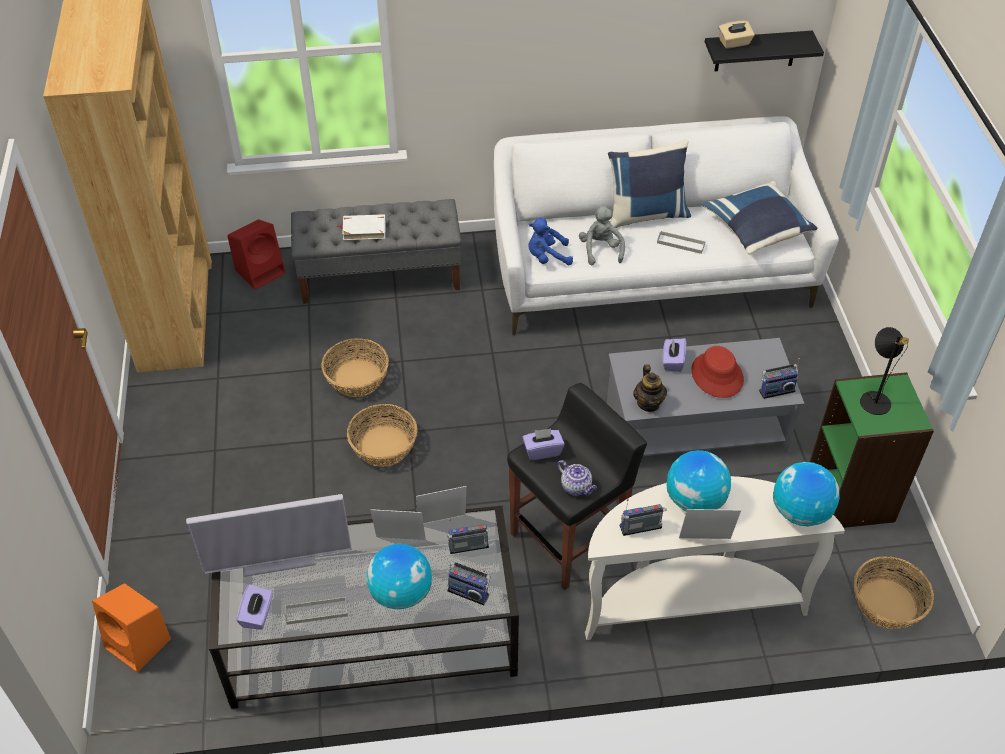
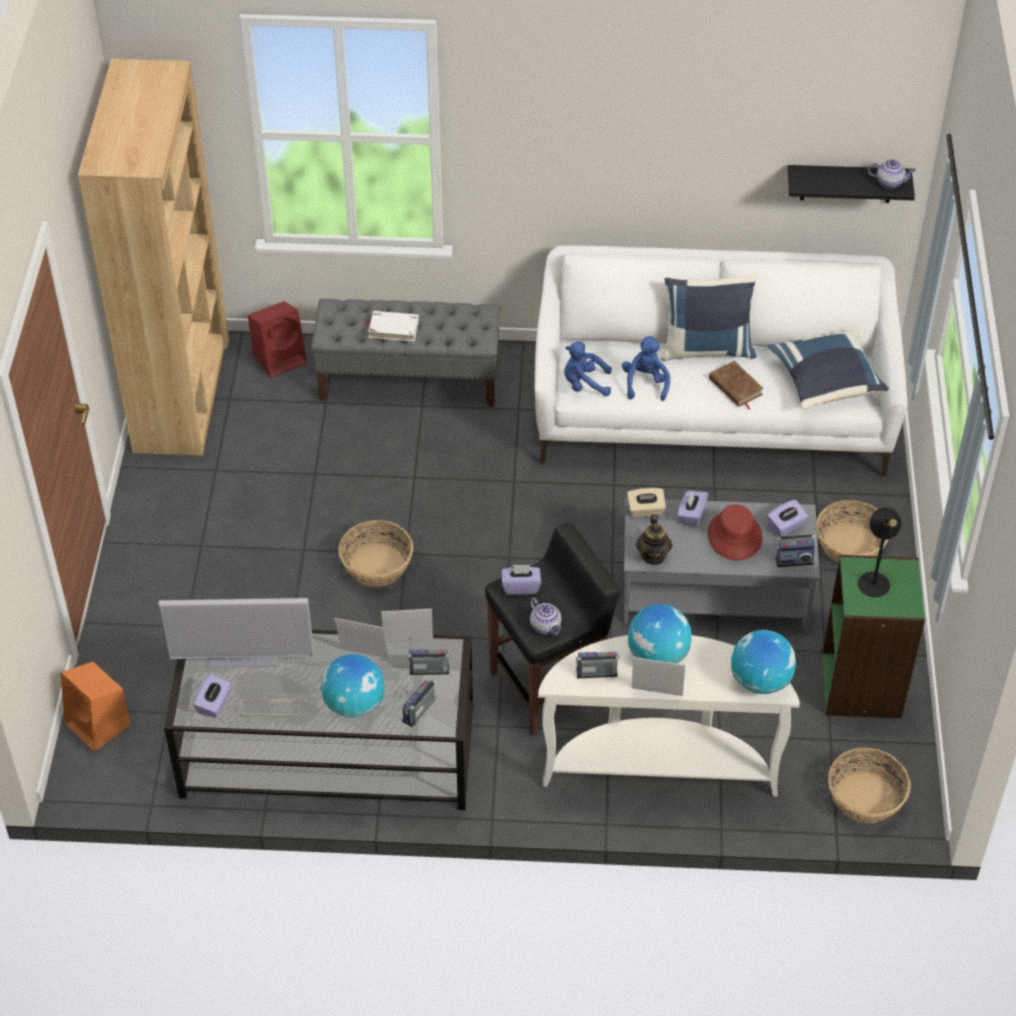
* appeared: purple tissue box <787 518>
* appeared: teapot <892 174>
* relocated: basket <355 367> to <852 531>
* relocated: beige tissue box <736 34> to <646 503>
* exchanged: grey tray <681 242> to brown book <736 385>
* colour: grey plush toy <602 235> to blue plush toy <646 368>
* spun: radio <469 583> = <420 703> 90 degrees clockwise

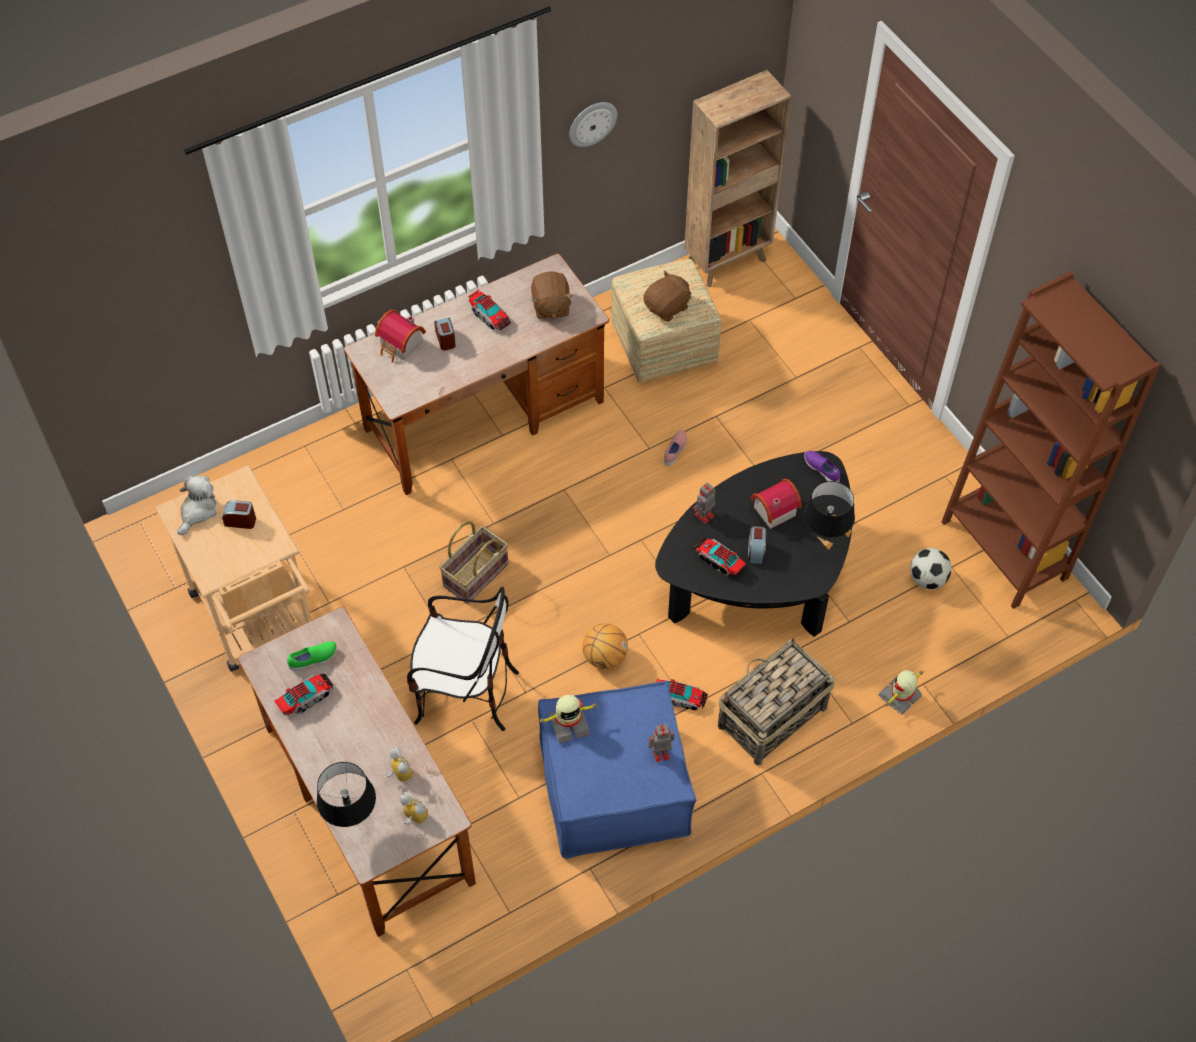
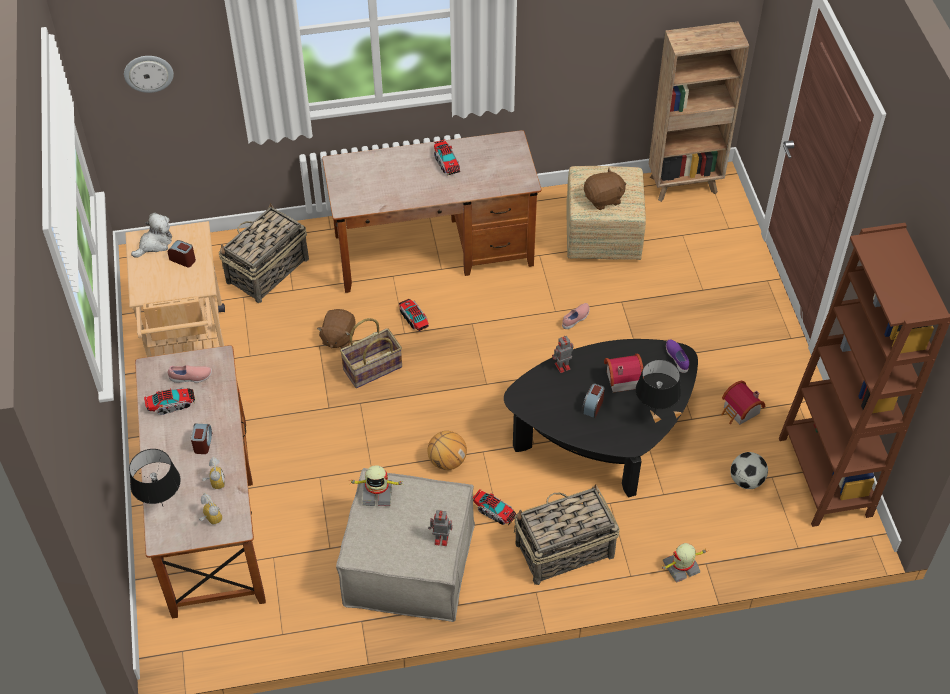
* missing: chair <463 659>
* appeared: basket <264 253>
* relocated: toy house <400 336> to <743 403>
* relocated: alarm clock <445 334> to <201 439>
* relocated: brown plush toy <552 295> to <336 328>
* relocated: wall clock <593 124> to <149 74>
* relocated: toy truck <720 557> to <414 315>
* colour: green shoe <312 656> to pink shoe <190 374>
* colour: blue ottoman <617 770> to beige ottoman <405 545>

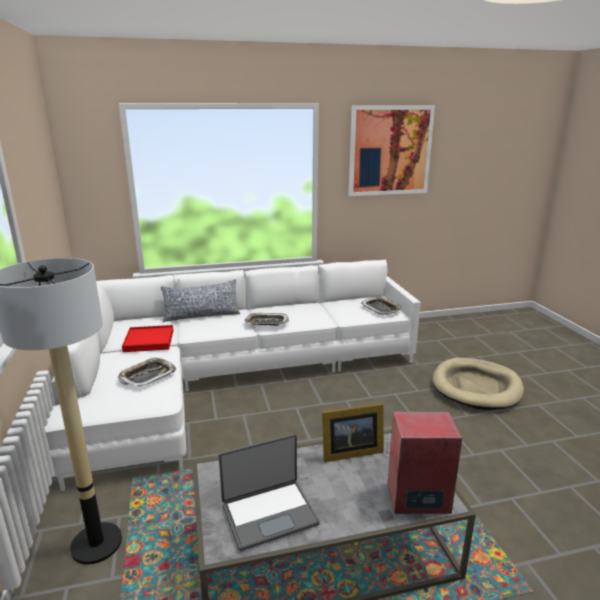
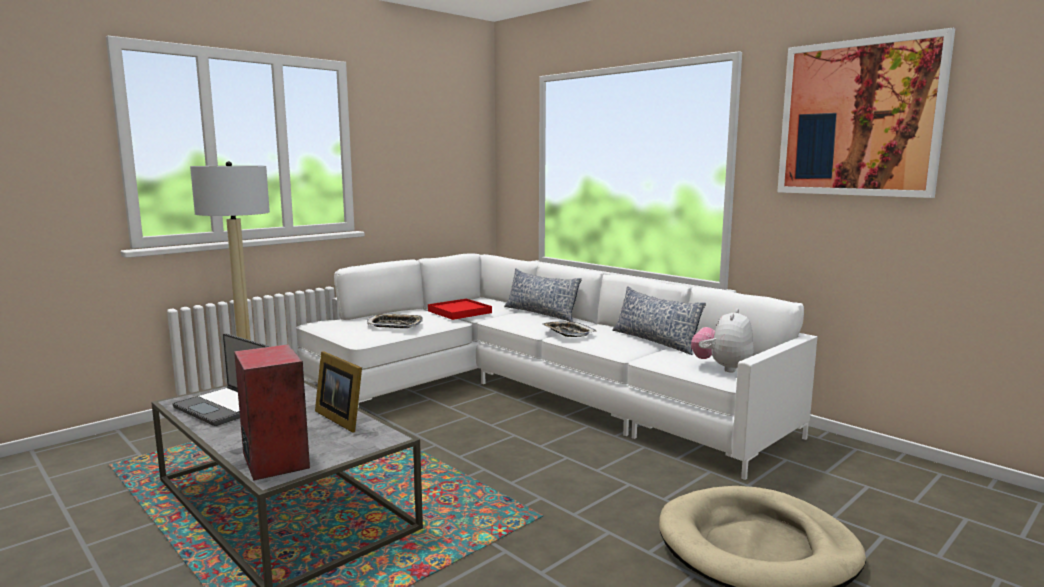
* appeared: pillow <659 320>
* exchanged: tray <381 306> to plush toy <722 340>

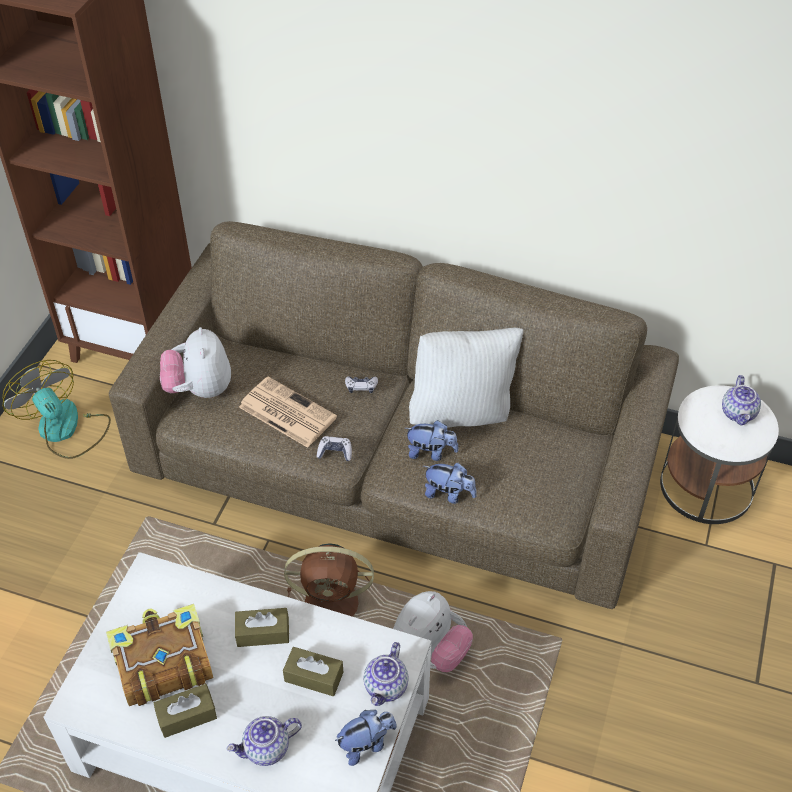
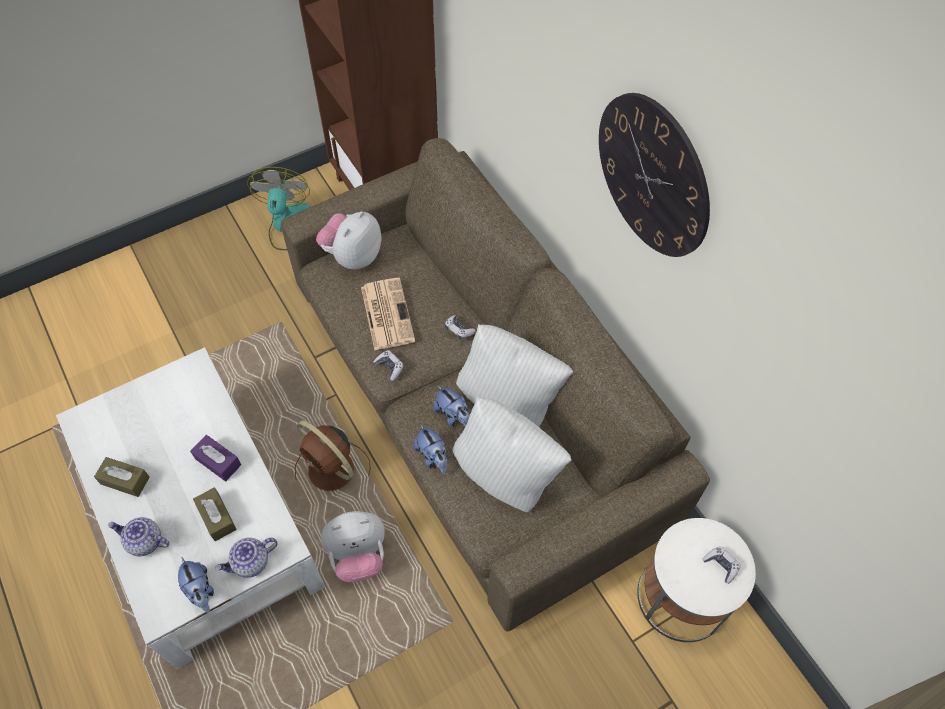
* missing: book <159 655>
* appeared: white pillow <512 454>
* appeared: wall clock <654 175>
* exchanged: teapot <741 400> to game controller <721 565>
* colour: brown tissue box <262 627> to purple tissue box <215 458>
* spun: plush toy <366 738> = <196 585> 45 degrees clockwise

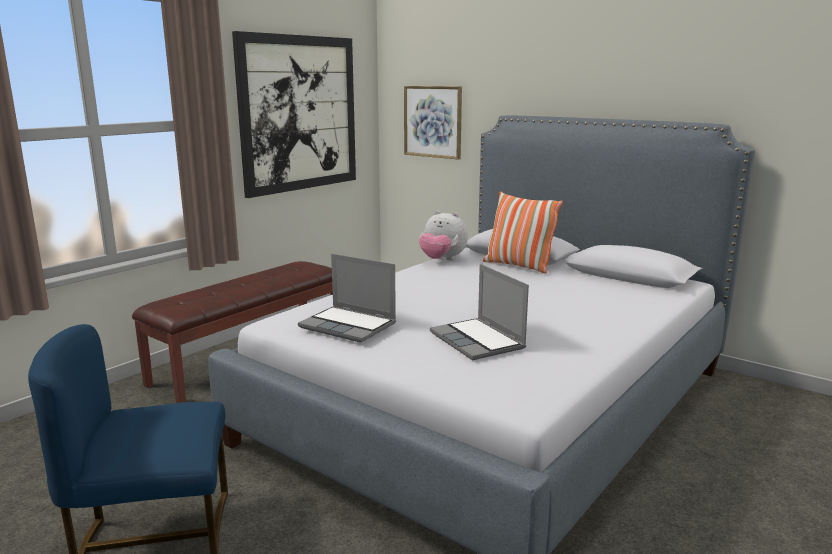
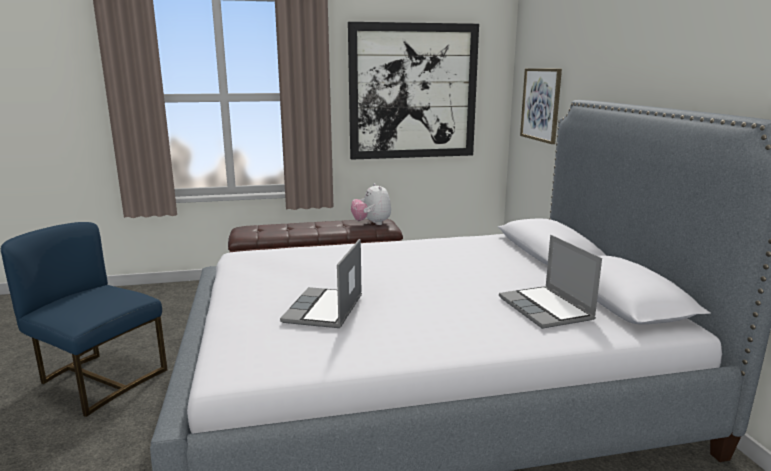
* missing: pillow <523 232>
* relocated: laptop <347 298> to <550 282>
* relocated: plush toy <443 235> to <371 204>

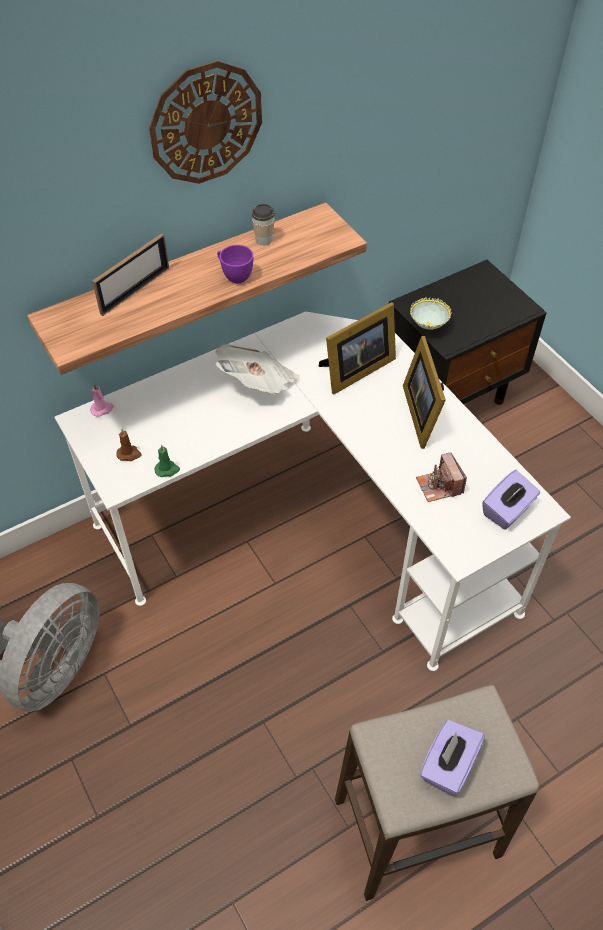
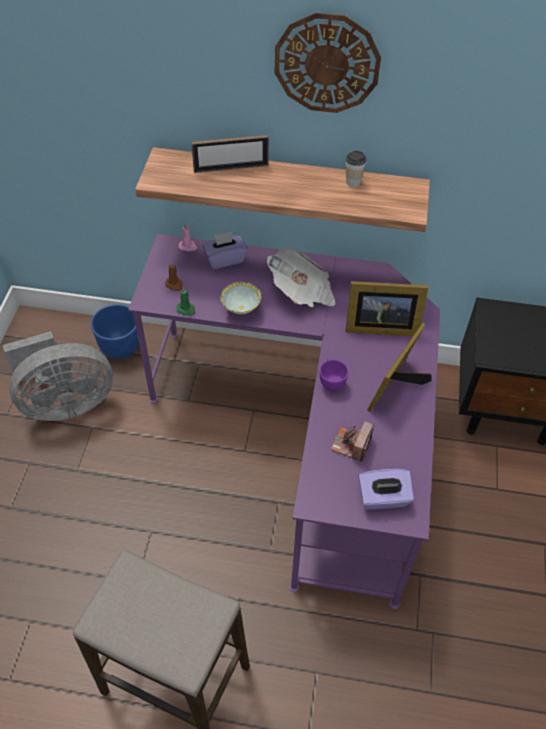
* appeared: blue planter <115 331>
* relocated: purple cup <235 264> to <334 374>
* relocated: bowl <431 314> to <241 298>
* relocated: purple tissue box <452 758> to <225 250>
* colour: white desk <312 491> to purple desk <284 421>

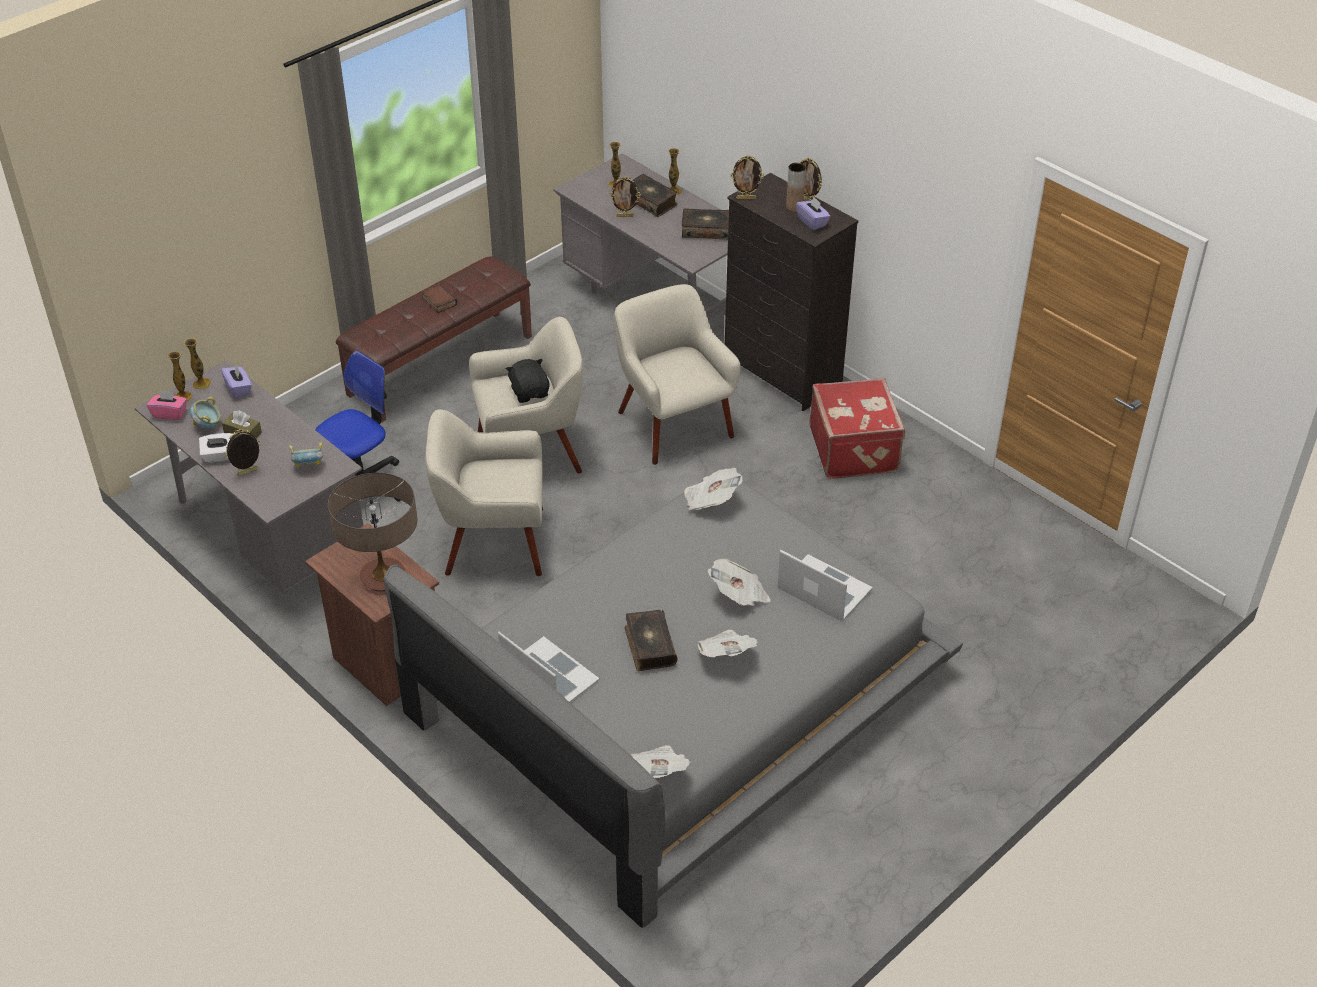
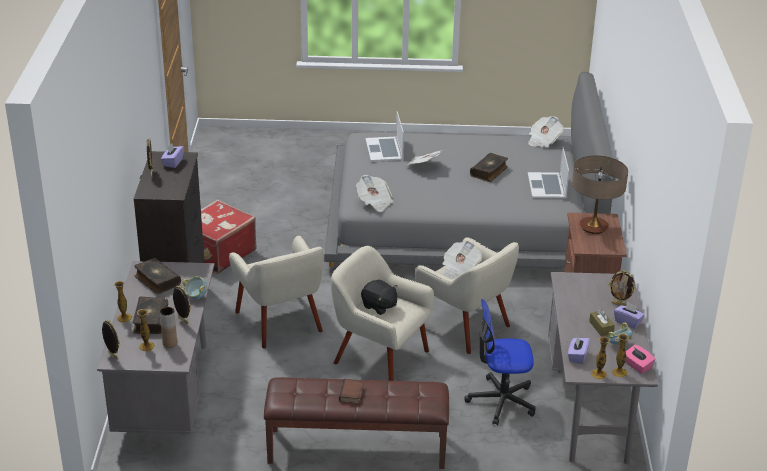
* relocated: bowl <306 454> to <195 288>
* relocated: newspaper <727 643> to <462 260>
* relocated: picture frame <747 177> to <111 340>
* relocated: brown vase <796 187> to <168 327>
* colour: white tissue box <216 448> to purple tissue box <629 315>
* spun: black plush toy <527 381> = <379 297> 75 degrees counterclockwise
* spun: beige armchair <677 374> = <276 292> 45 degrees counterclockwise

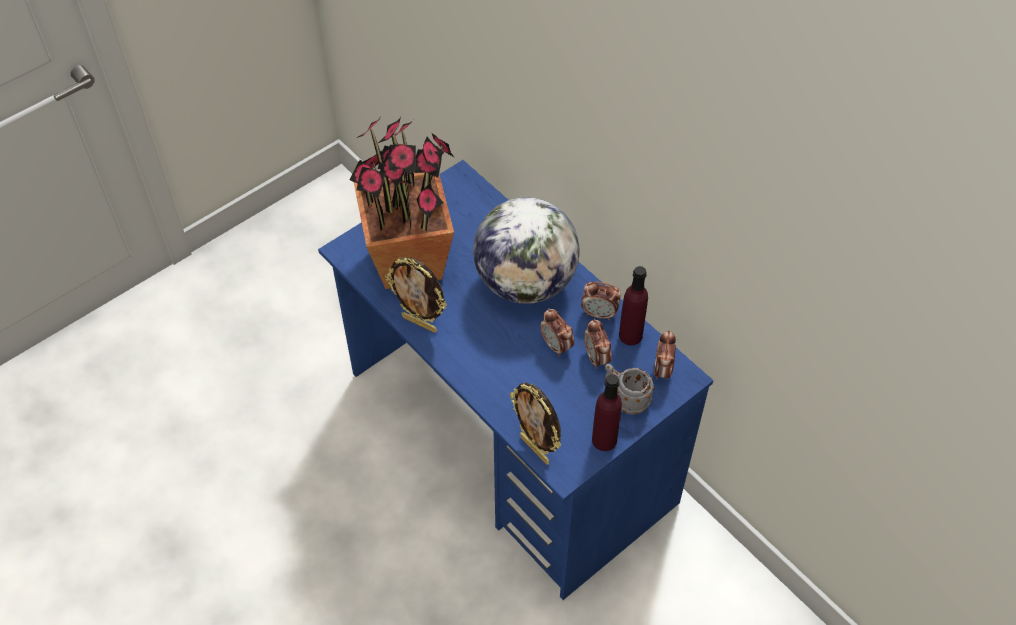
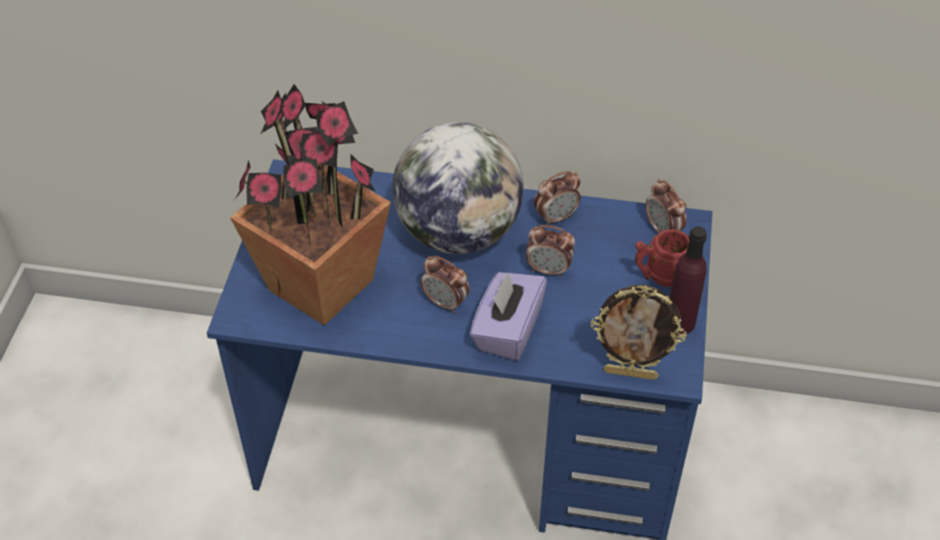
* missing: picture frame <416 295>
* missing: purple bottle <633 305>
* appeared: purple tissue box <508 316>
* relocated: alarm clock <598 344> to <445 284>
* colour: grey mug <629 389> to red mug <662 258>

